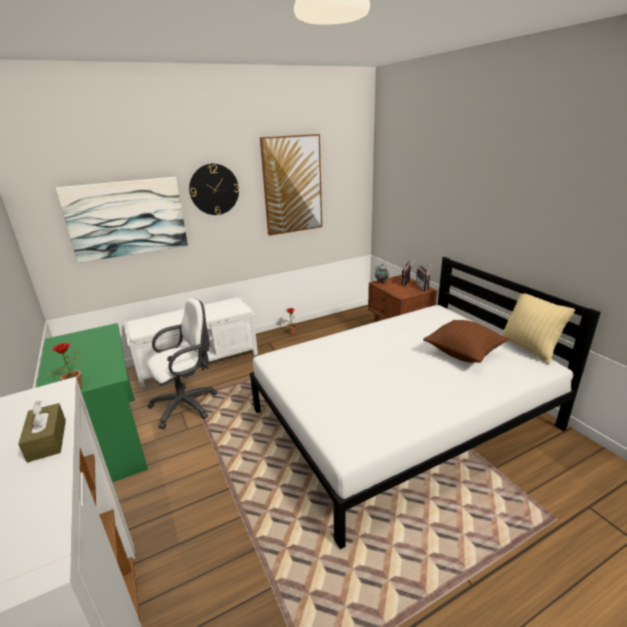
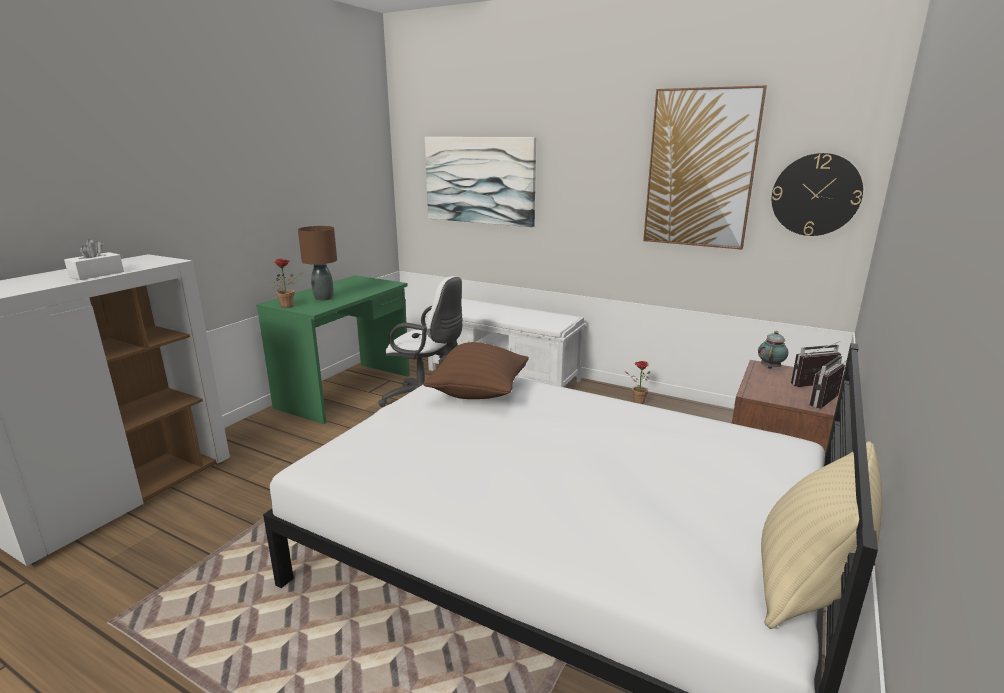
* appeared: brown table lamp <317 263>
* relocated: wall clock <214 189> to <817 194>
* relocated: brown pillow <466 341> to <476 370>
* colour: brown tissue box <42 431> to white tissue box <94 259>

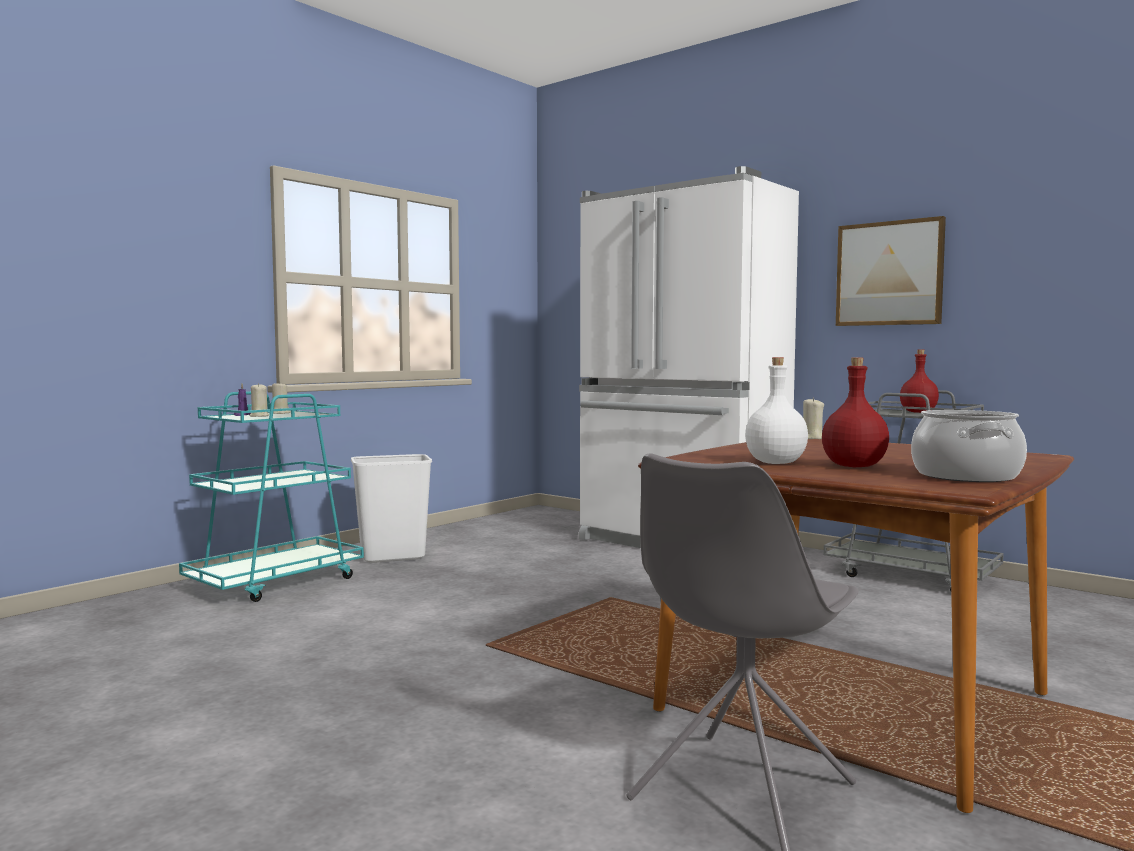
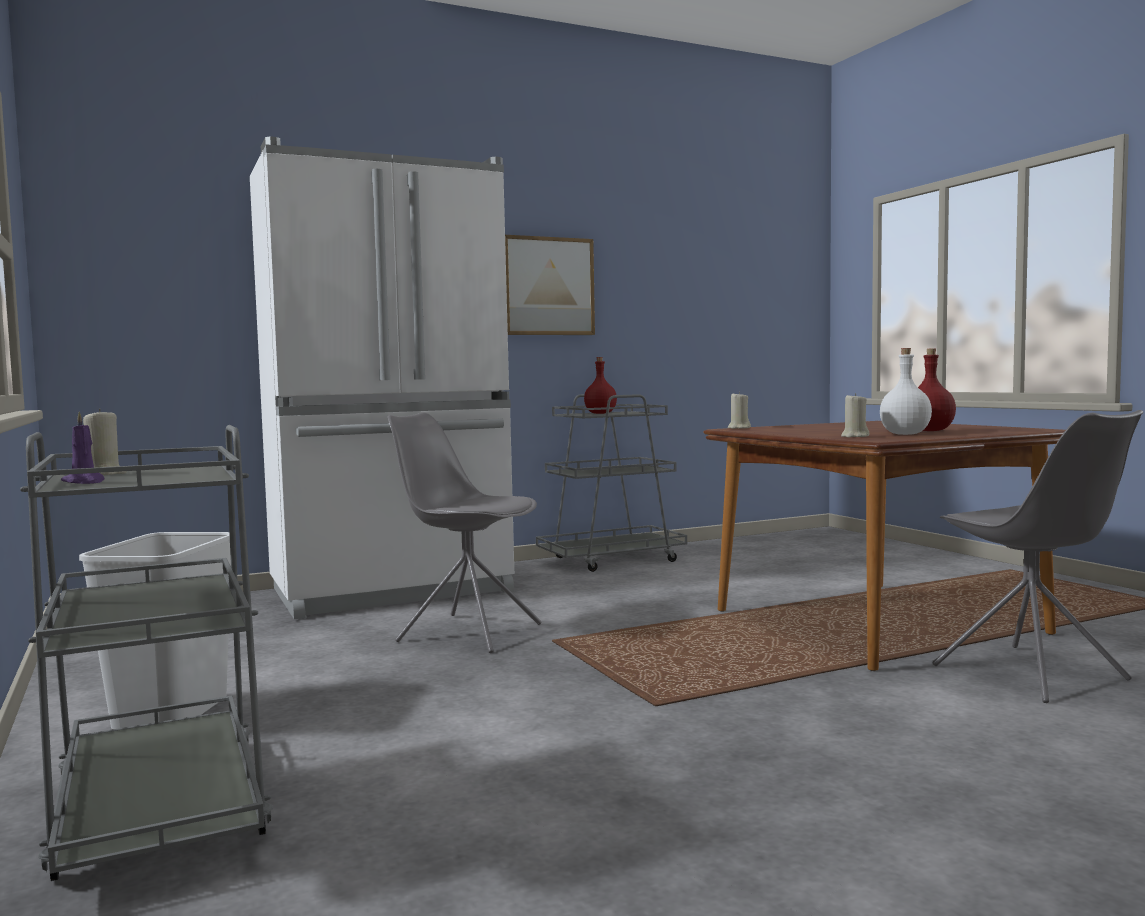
* missing: cooking pot <969 446>
* appeared: grey chair <464 532>
* relocated: beige candle <259 400> to <855 415>
* colour: turquoise cart <271 496> to grey cart <146 653>

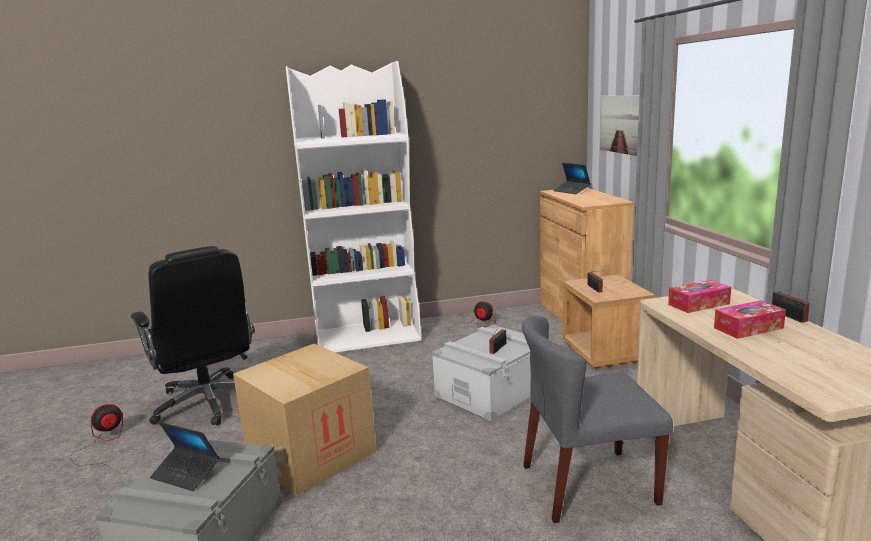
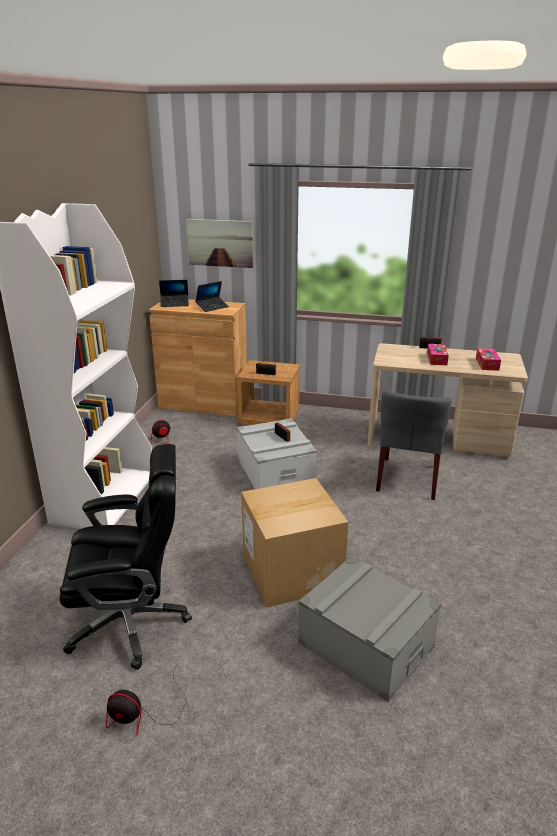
* relocated: laptop <184 456> to <212 296>
* relocated: tissue box <699 296> to <488 359>
* spun: fan <96 436> = <146 700> 60 degrees counterclockwise

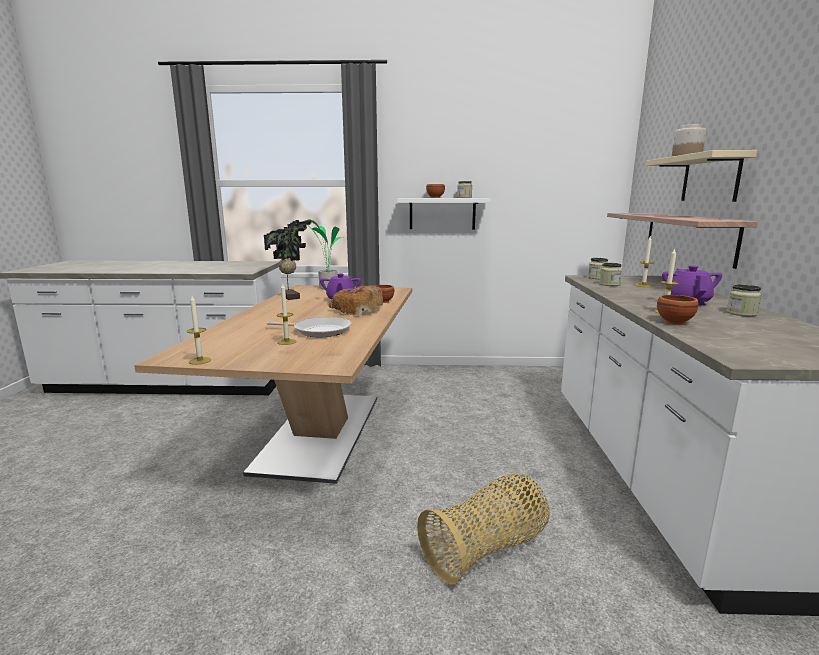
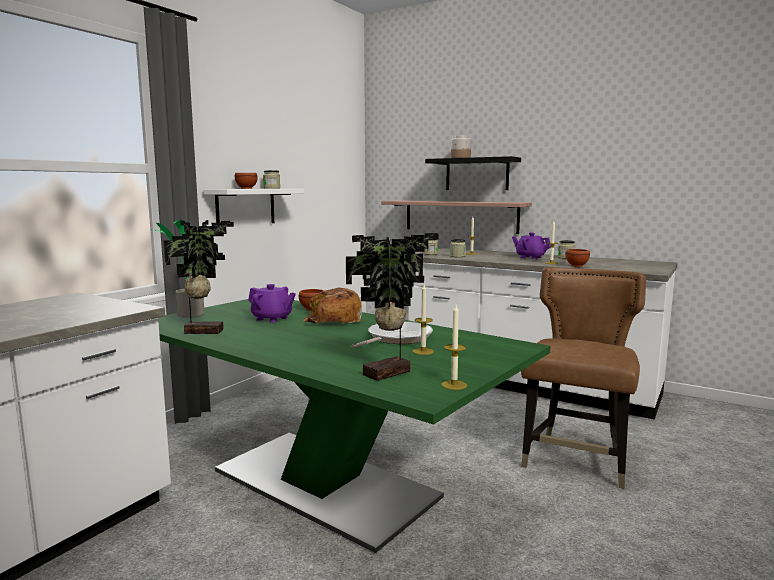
* appeared: potted plant <392 307>
* exchanged: basket <483 529> to brown chair <583 378>
* colour: beige dining table <273 384> to green dining table <354 426>
* colour: beige shelf <701 176> to black shelf <473 173>

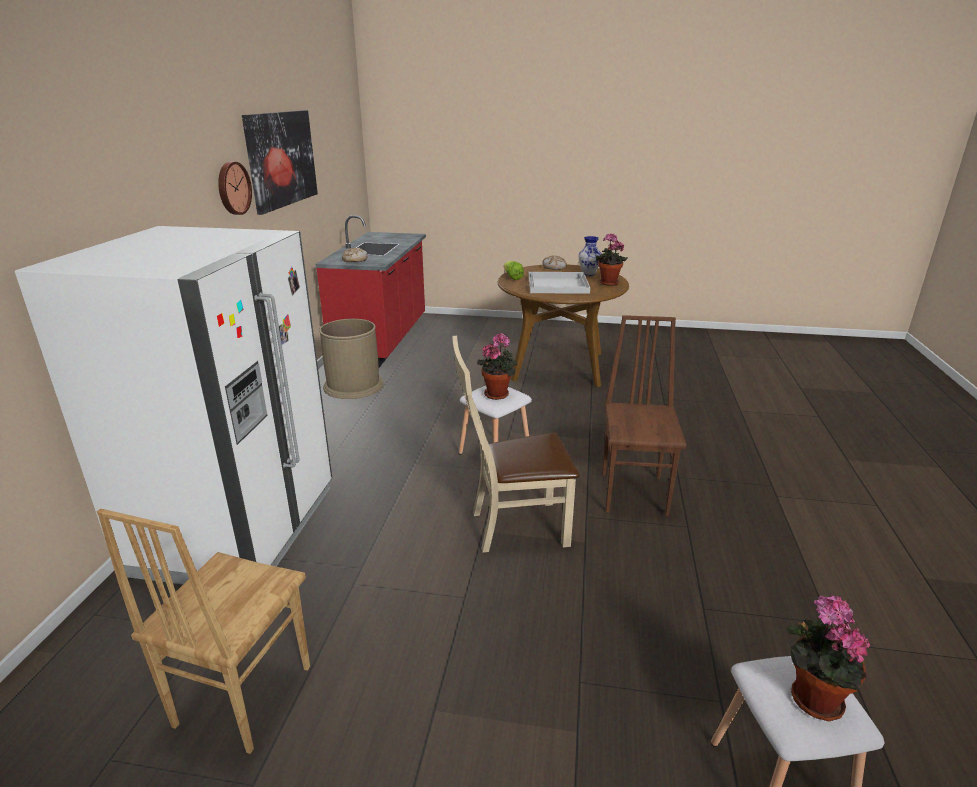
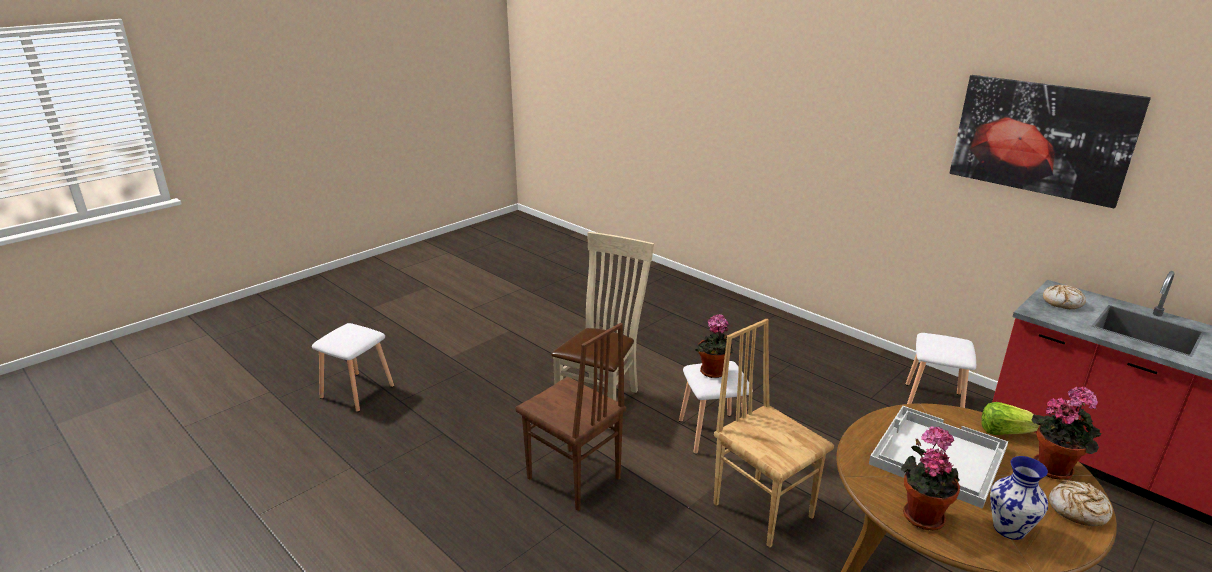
* missing: white fridge <173 405>
* missing: wall clock <235 188>
* relocated: brown chair <203 631> to <773 433>
* relocated: potted plant <828 658> to <1066 433>
* exchanged: brown trash can <351 359> to white stool <940 370>

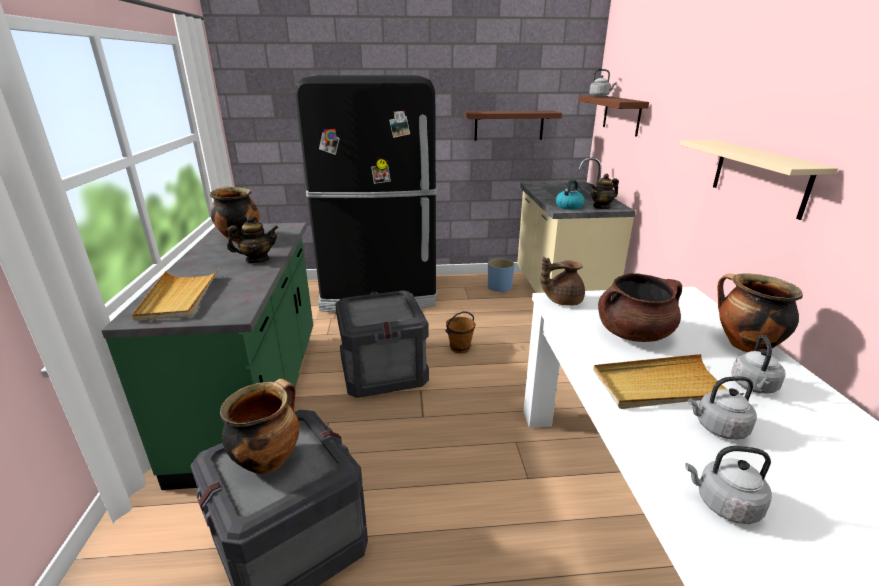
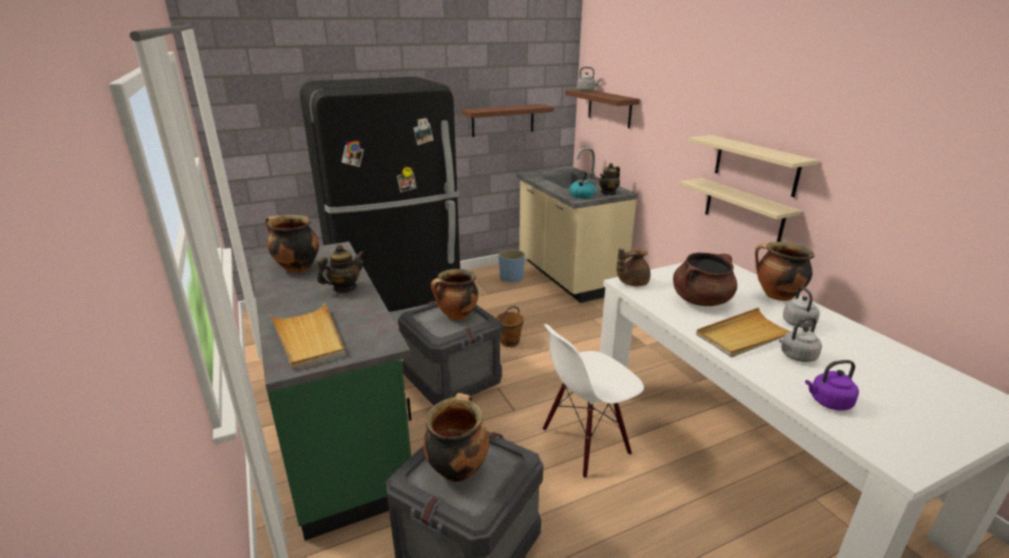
* appeared: cooking pot <454 294>
* appeared: white chair <593 401>
* appeared: beige shelf <741 210>
* colour: grey kettle <728 485> to purple kettle <832 385>

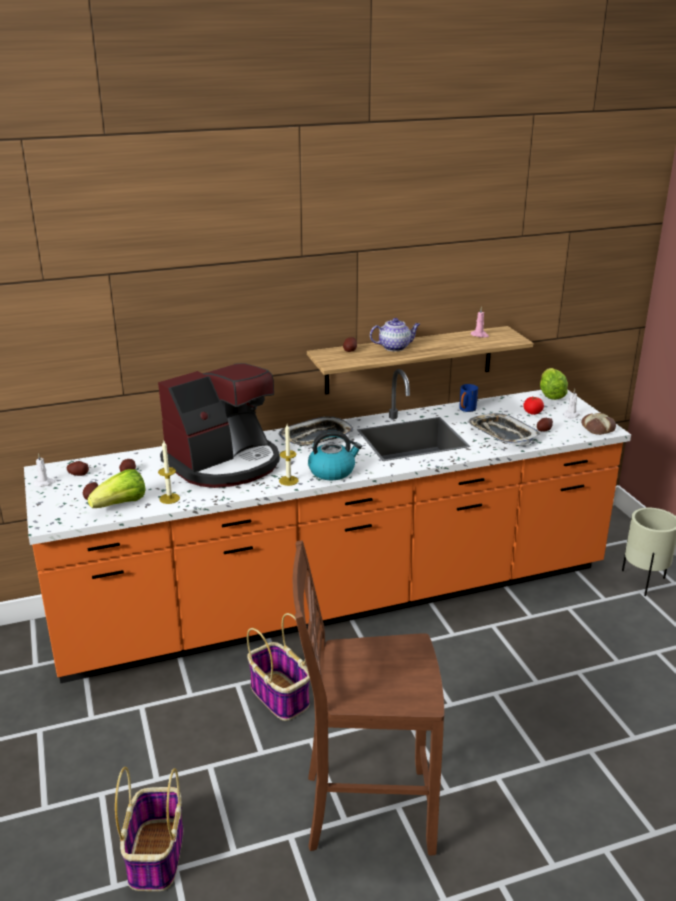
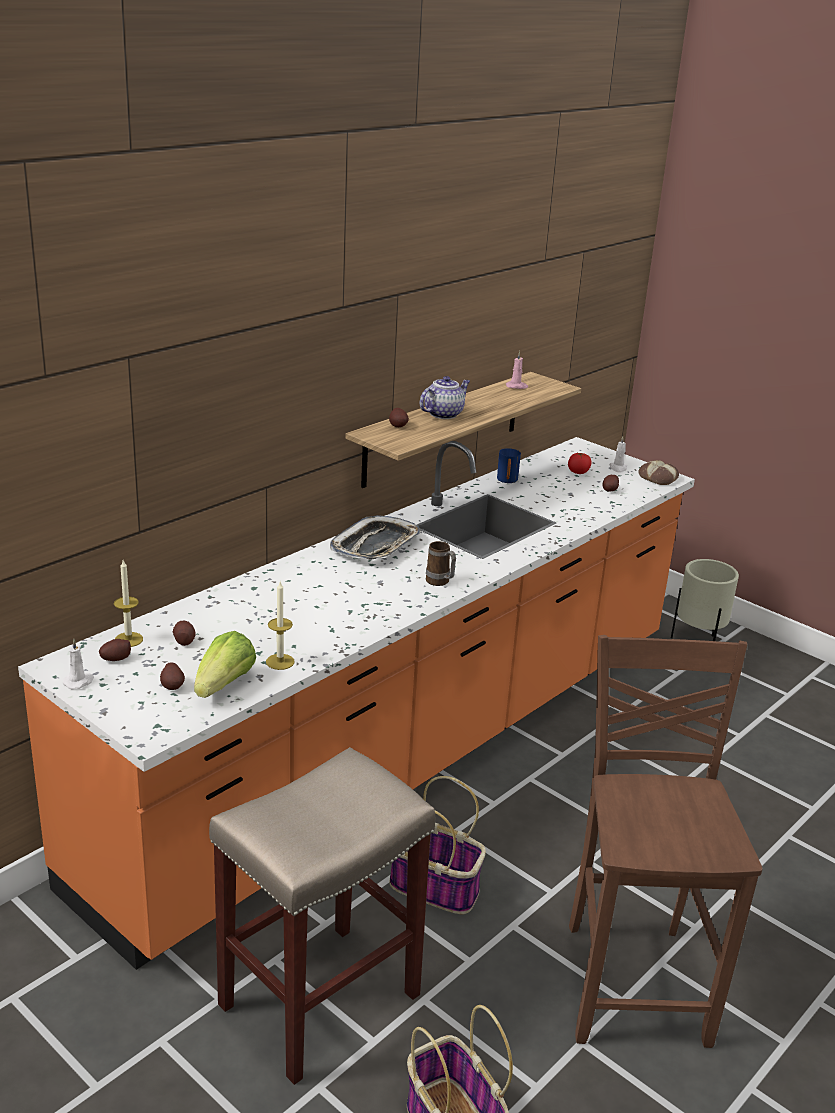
* missing: coffee machine <219 425>
* missing: tray <503 429>
* missing: lettuce <554 384>
* appeared: beige stool <322 916>
* relocated: candle <288 455> to <128 603>
* exchanged: kettle <335 455> to mug <441 563>
* spun: brown chair <368 698> = <666 841> 120 degrees clockwise

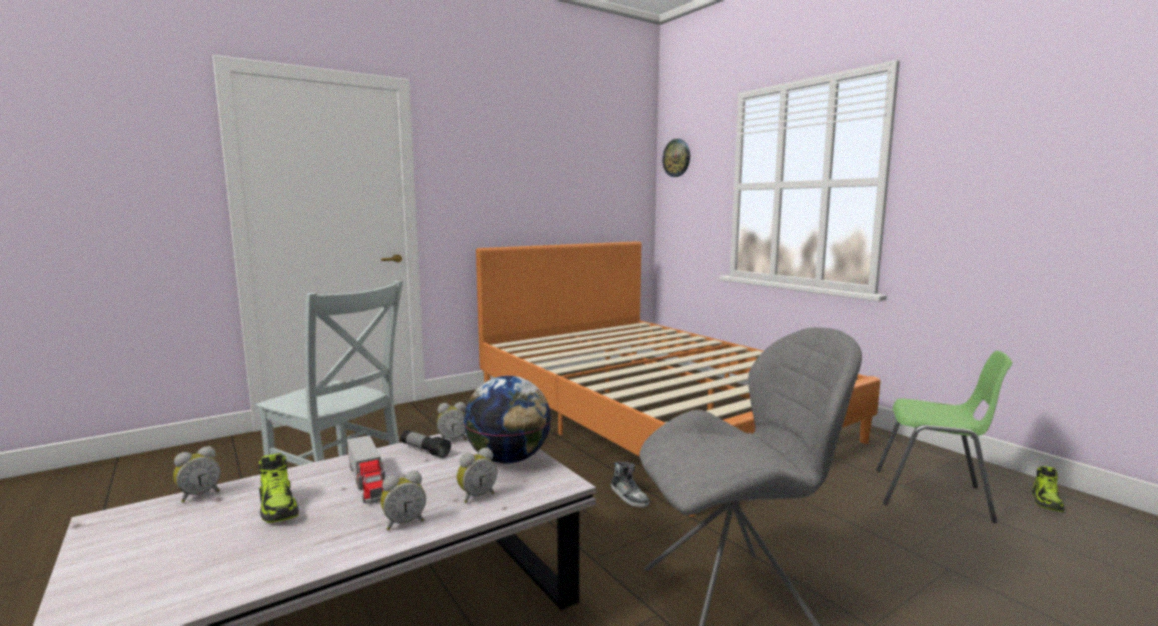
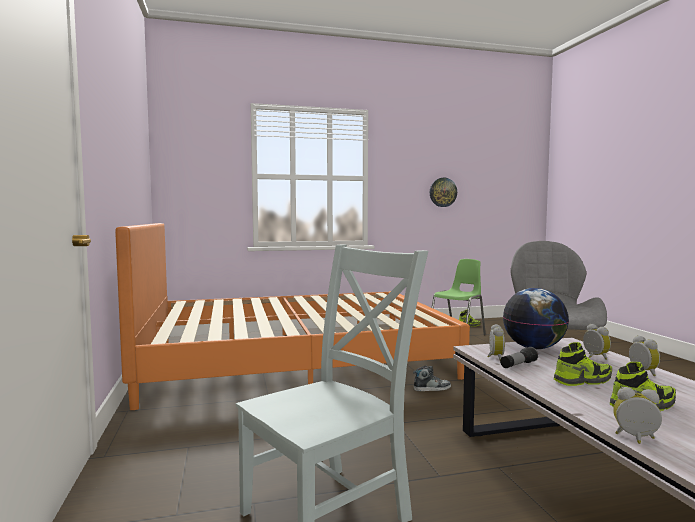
* relocated: wall clock <676 158> to <443 192>
* exchanged: toy truck <366 469> to shoe <583 364>
* spun: alarm clock <197 474> = <637 415> 45 degrees counterclockwise

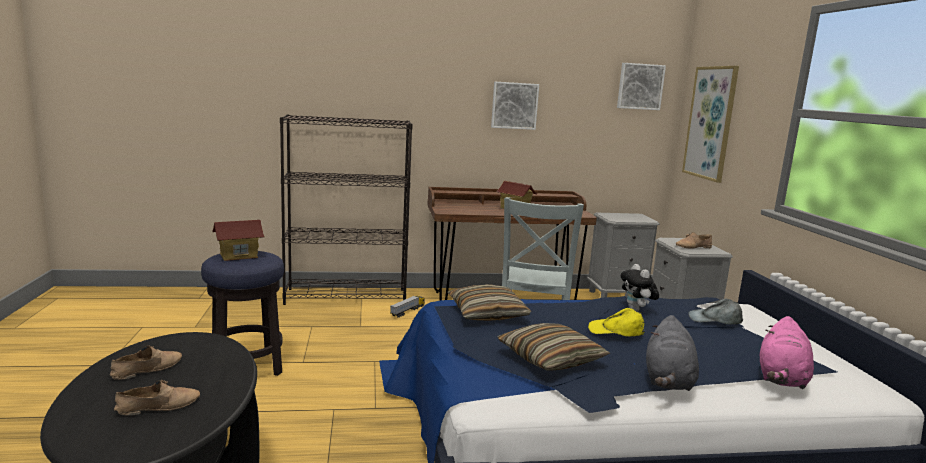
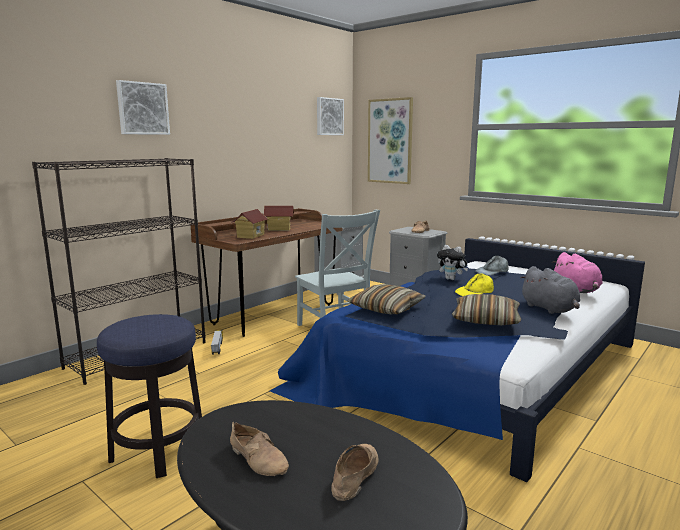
* relocated: toy house <238 240> to <249 224>
* relocated: picture <515 106> to <143 107>
* spun: beige shoe <146 362> = <259 448> 135 degrees clockwise

